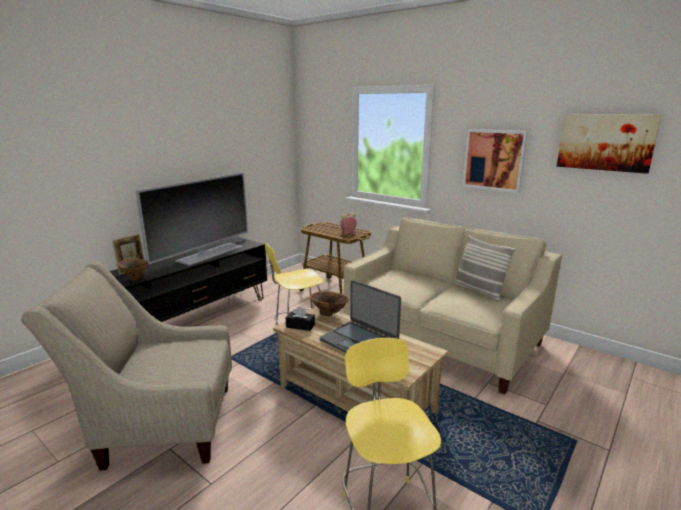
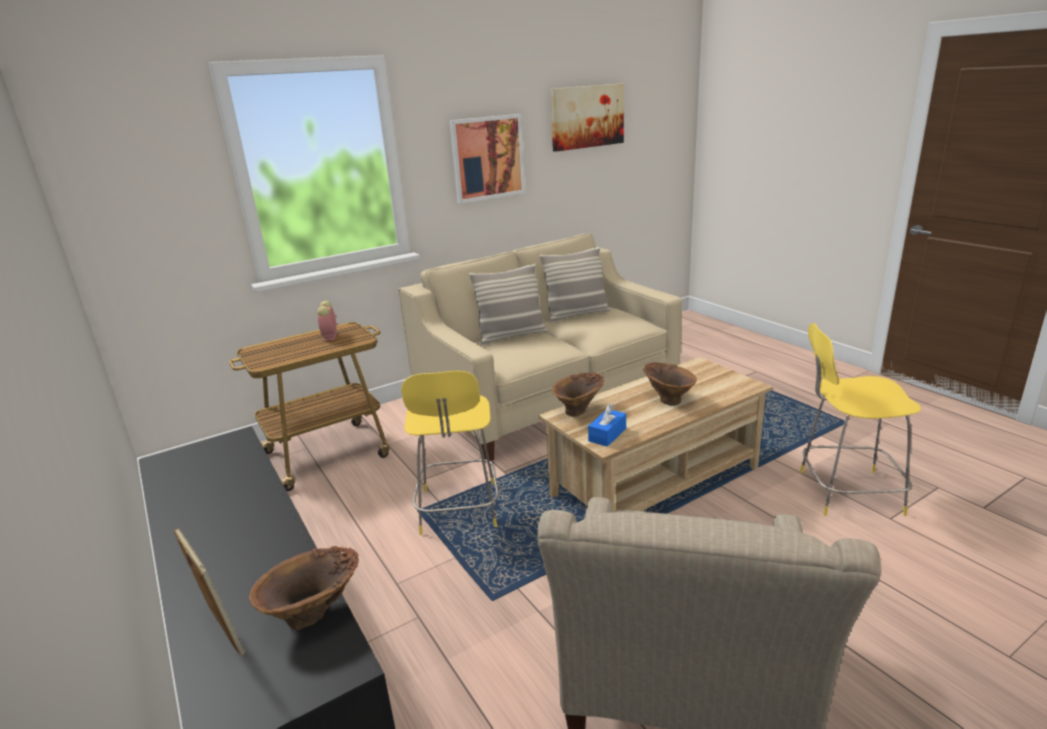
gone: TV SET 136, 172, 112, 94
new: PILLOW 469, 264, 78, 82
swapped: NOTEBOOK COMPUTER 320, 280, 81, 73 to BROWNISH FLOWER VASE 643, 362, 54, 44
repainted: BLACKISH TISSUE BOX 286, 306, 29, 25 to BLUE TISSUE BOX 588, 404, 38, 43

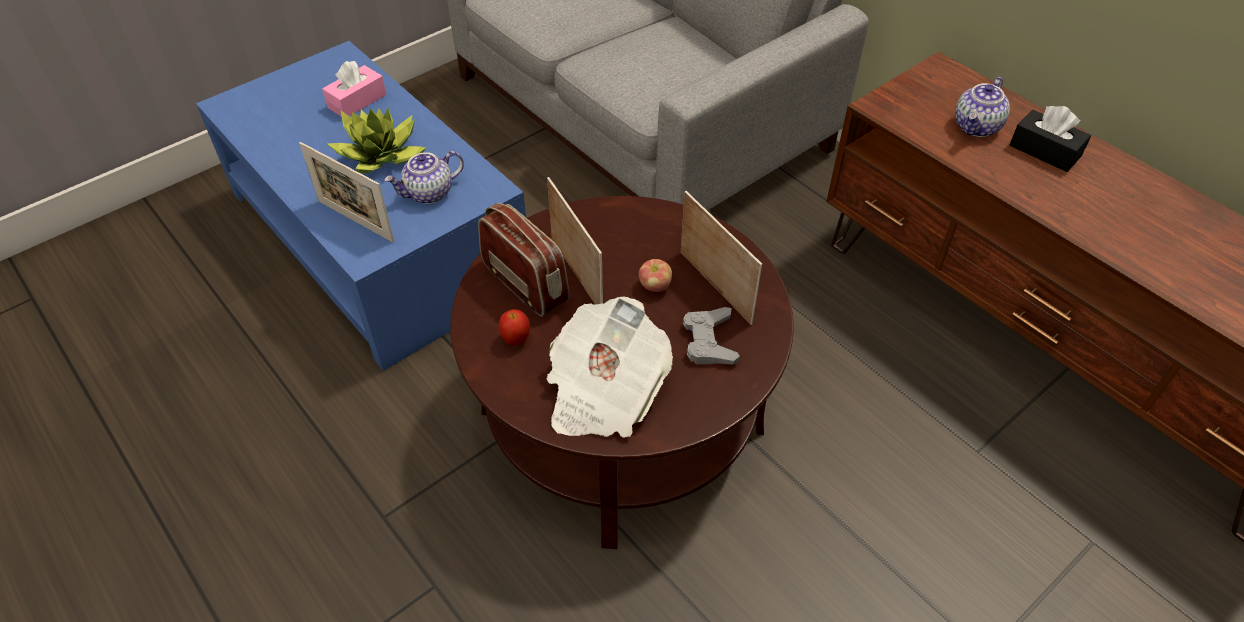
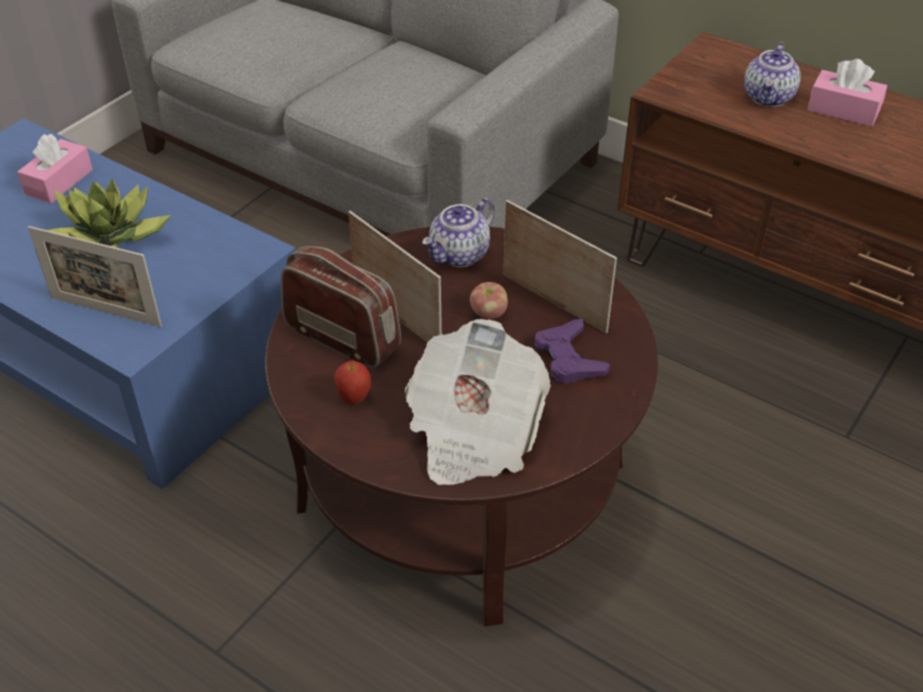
shifted: TEA POT 384, 151, 80, 53 to 422, 198, 73, 69
repainted: GREYISH GAMEPAD 683, 307, 57, 58 to PURPLE-COLOURED GAMEPAD 535, 319, 75, 65; BLACKISH TISSUE BOX 1010, 106, 81, 66 to PINK TISSUE BOX 807, 59, 80, 68

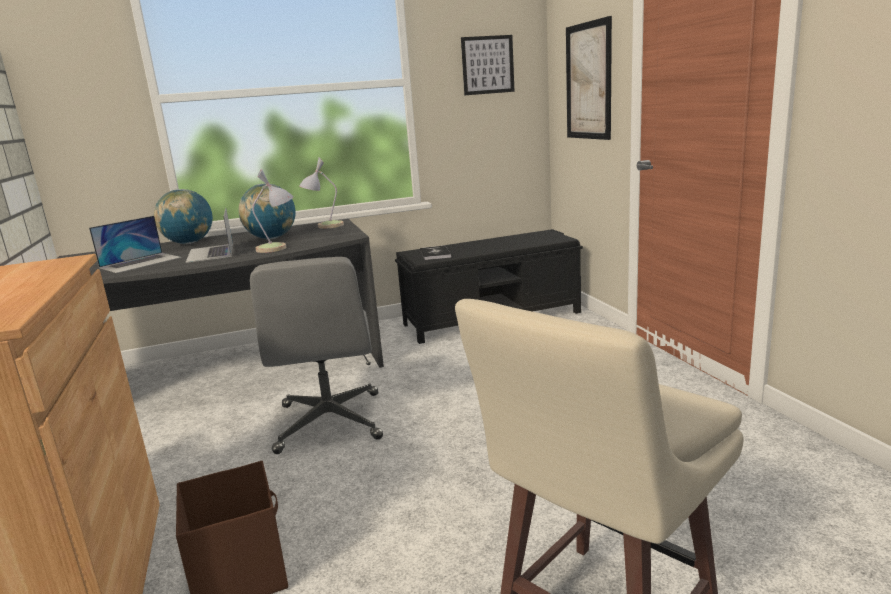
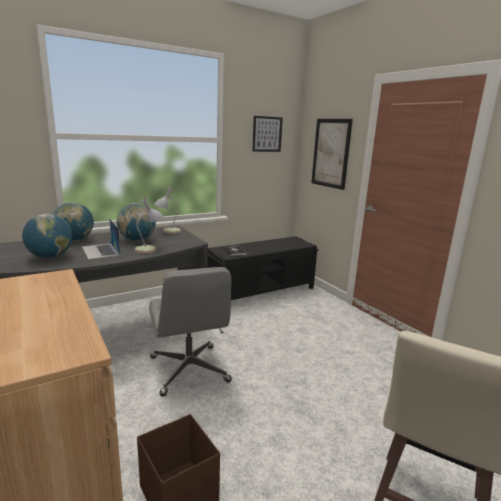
swapped: NOTEBOOK COMPUTER 89, 216, 93, 57 to GLOBE 22, 214, 50, 44

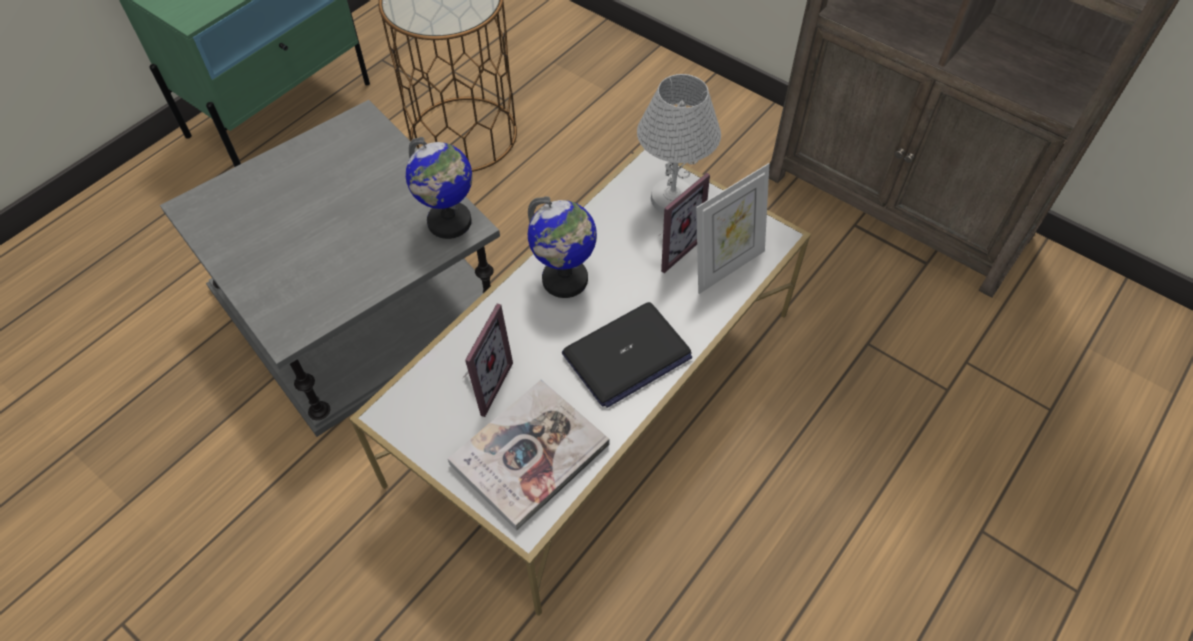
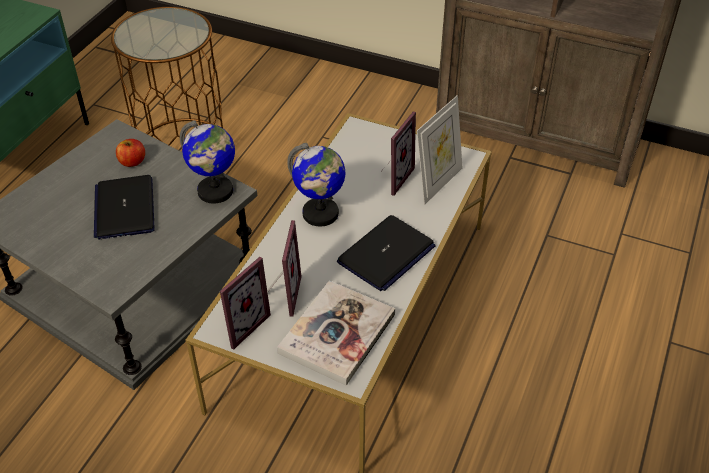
gone: WHITISH LAMP FOR A TABLE 637, 74, 84, 139
new: NOTEBOOK COMPUTER 94, 175, 61, 64; APPLE 116, 139, 29, 28; PHOTO FRAME 220, 257, 51, 93

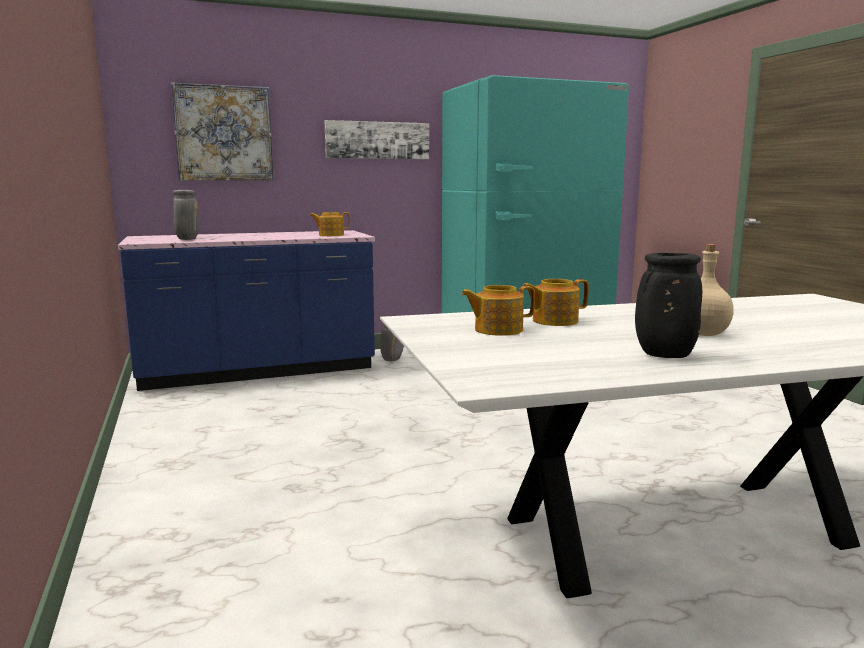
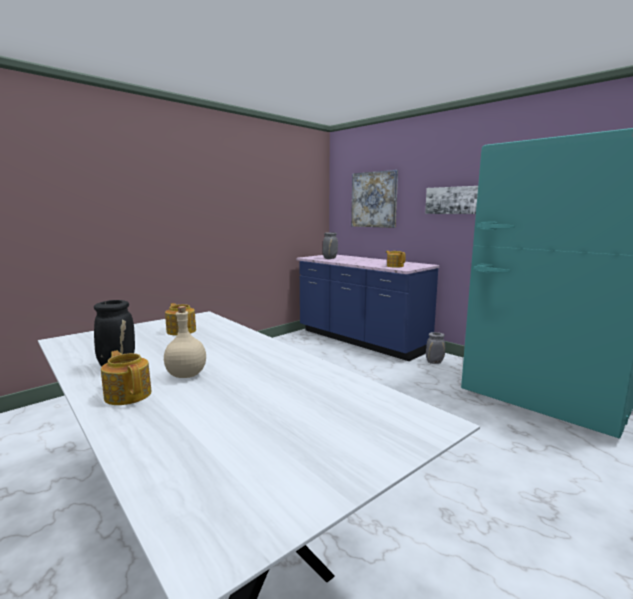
shifted: TEA POT 523, 279, 66, 47 to 101, 351, 50, 54

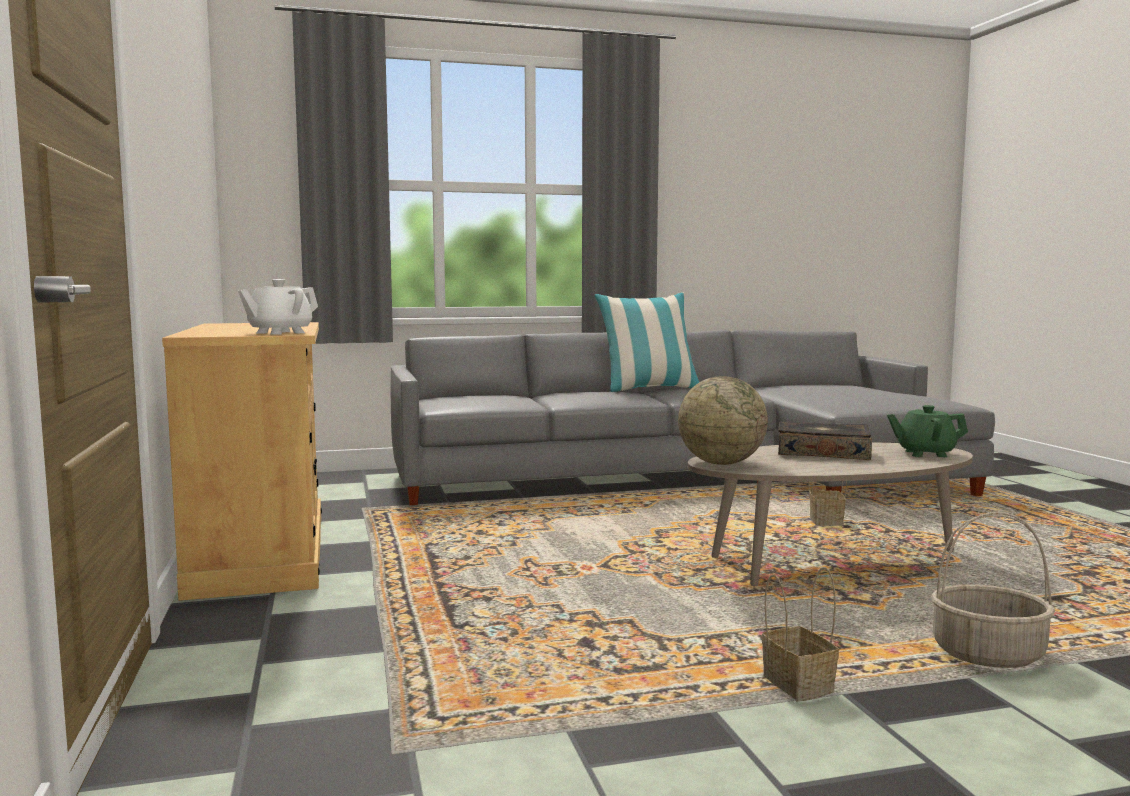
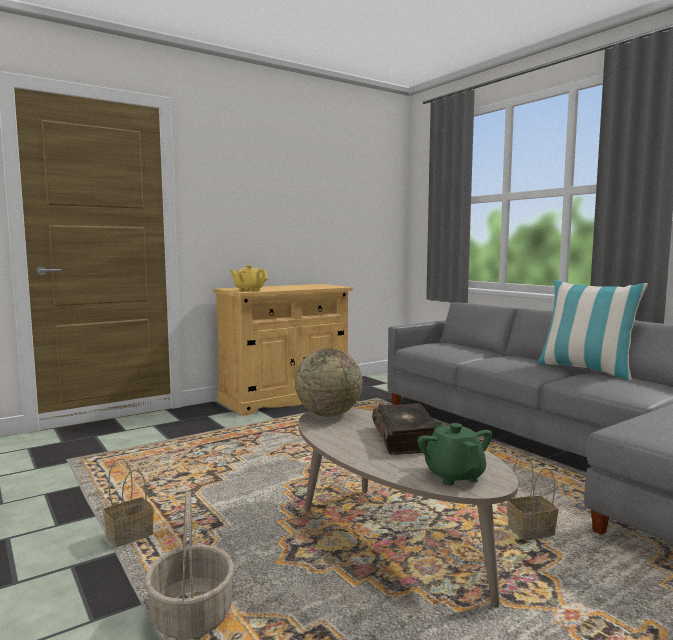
repainted: WHITISH TEA POT 238, 279, 80, 56 to YELLOW-COLOURED TEA POT 230, 265, 38, 27

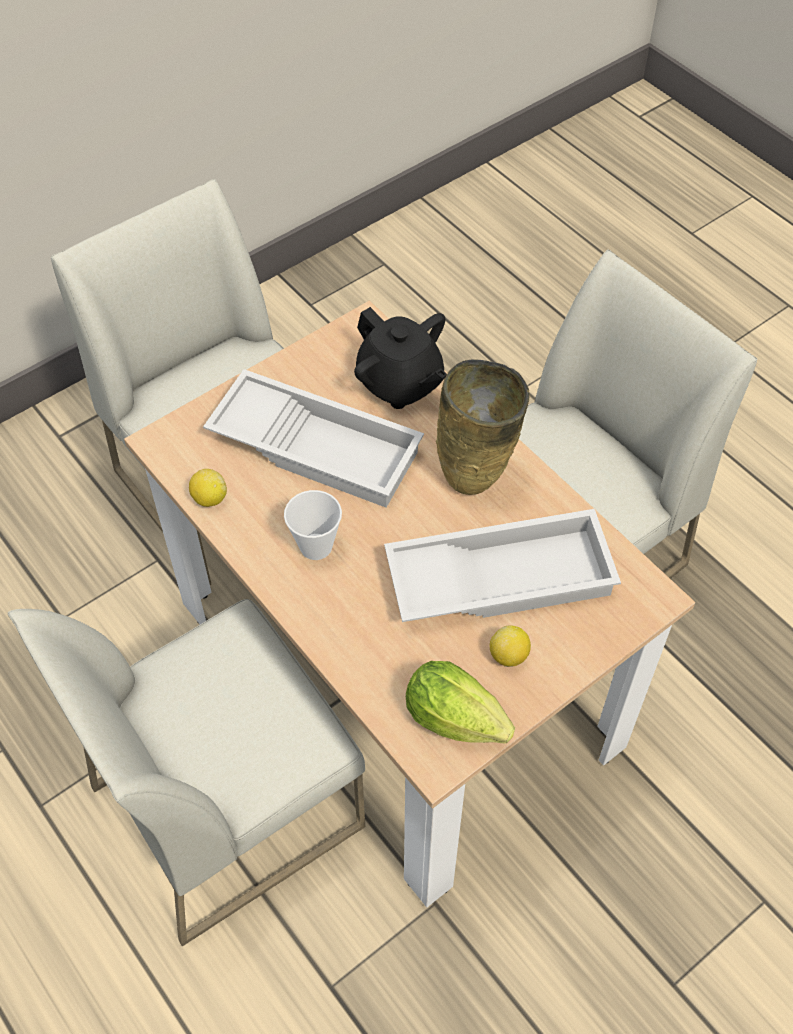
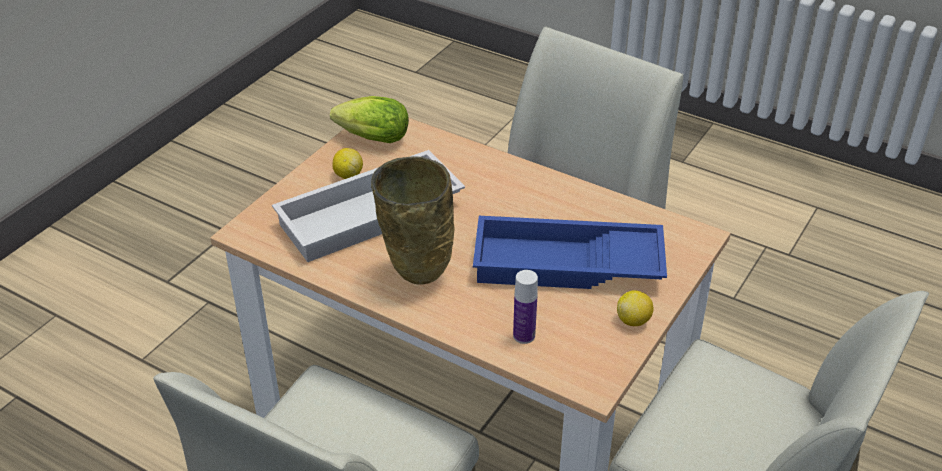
gone: DRINKING CUP 284, 490, 58, 70
shifted: CITRUS FRUIT 189, 469, 38, 38 to 617, 290, 37, 36
swapped: BLACKISH TEA POT 354, 307, 93, 102 to DRINK BOTTLE 513, 270, 25, 74
repainted: WHITISH TRAY 203, 369, 221, 139 to BLUE TRAY 473, 216, 194, 73

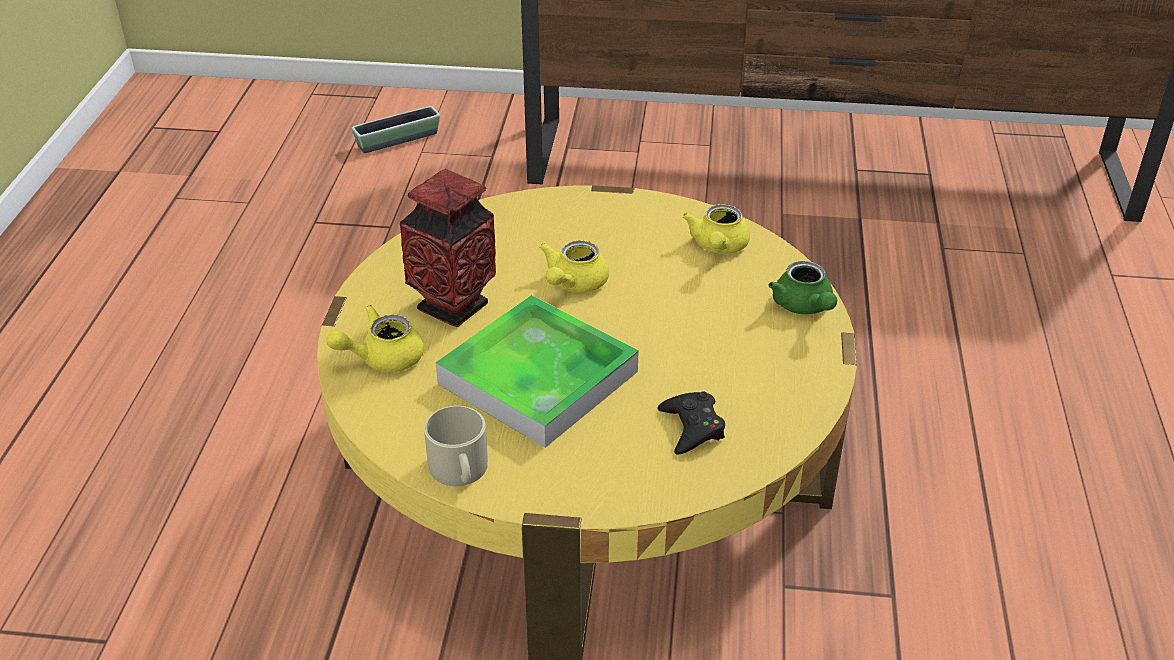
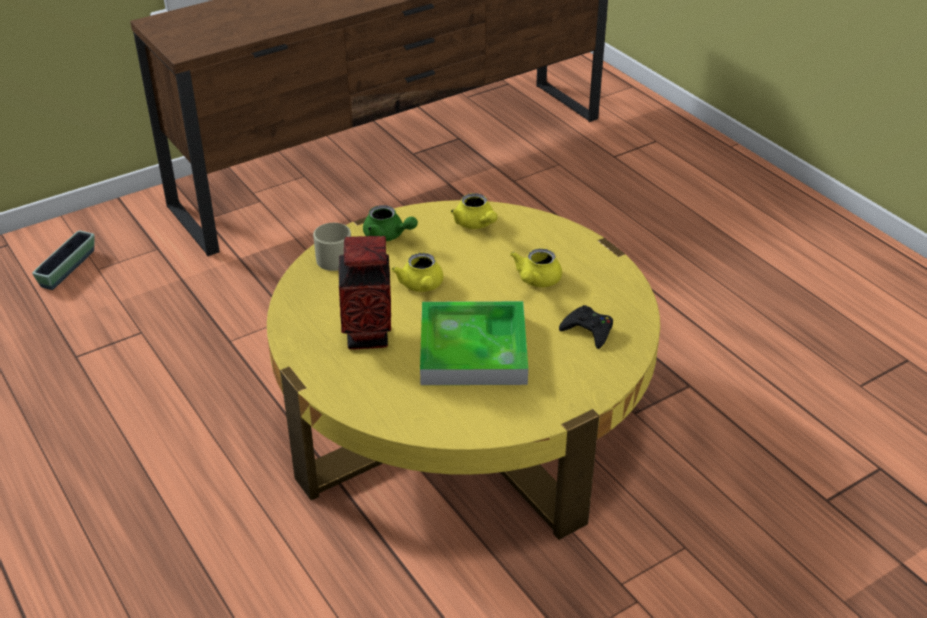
shifted: YELLOW-COLOURED TEA POT 326, 305, 98, 67 to 510, 248, 52, 39; SAND-COLOURED MUG 424, 406, 64, 80 to 313, 223, 38, 48; GREEN TEA POT 768, 261, 69, 53 to 363, 205, 55, 36

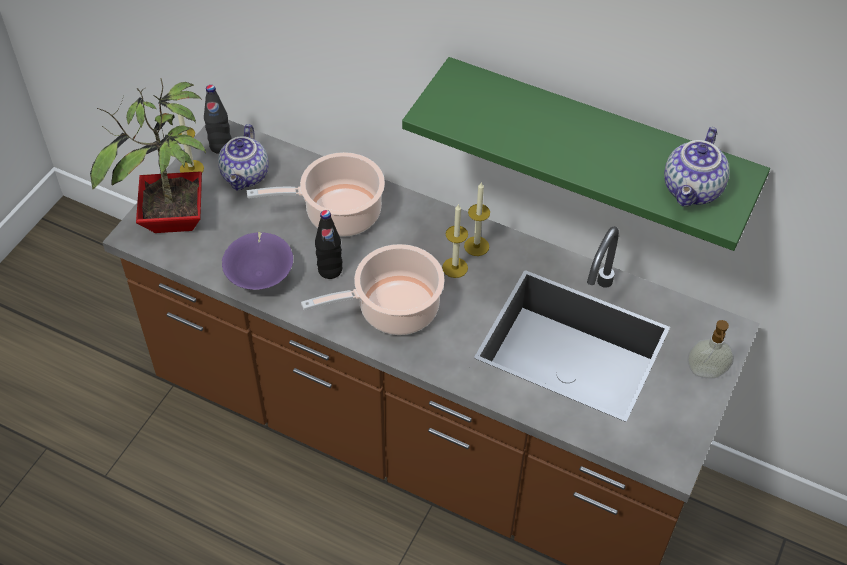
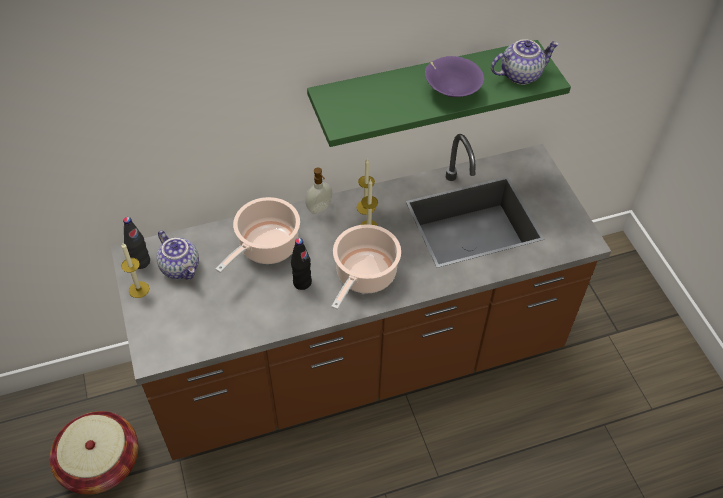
gone: PLANT IN A POT 90, 78, 116, 155
new: BASKET 50, 411, 89, 84
shifted: PURPLE-COLOURED SERVING BOWL 222, 232, 71, 58 to 425, 56, 59, 41; LIQUID SOAP BOTTLE 687, 320, 47, 58 to 305, 167, 28, 47
rotated: TEA POT 664, 127, 65, 80 = 491, 39, 68, 46 90 degrees counterclockwise

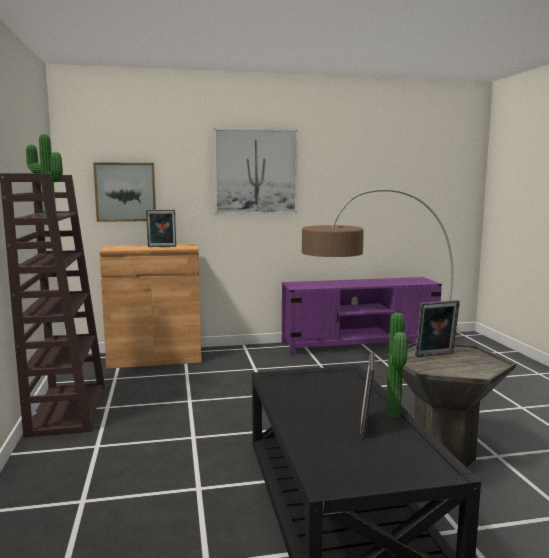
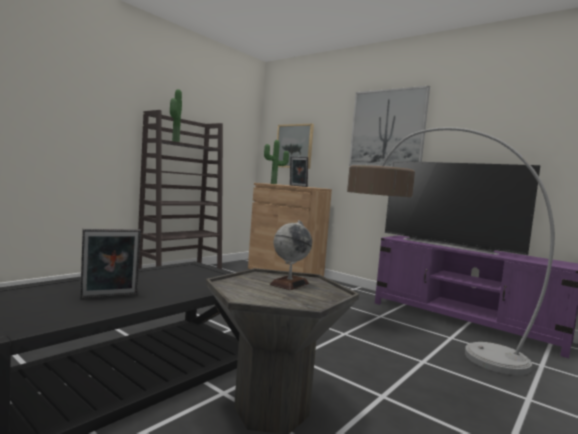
new: TV SET 385, 161, 156, 94
shifted: PLANT IN A POT 386, 313, 22, 105 to 264, 140, 25, 44
swapped: PHOTO FRAME 415, 300, 45, 57 to GLOBE 270, 220, 42, 70

